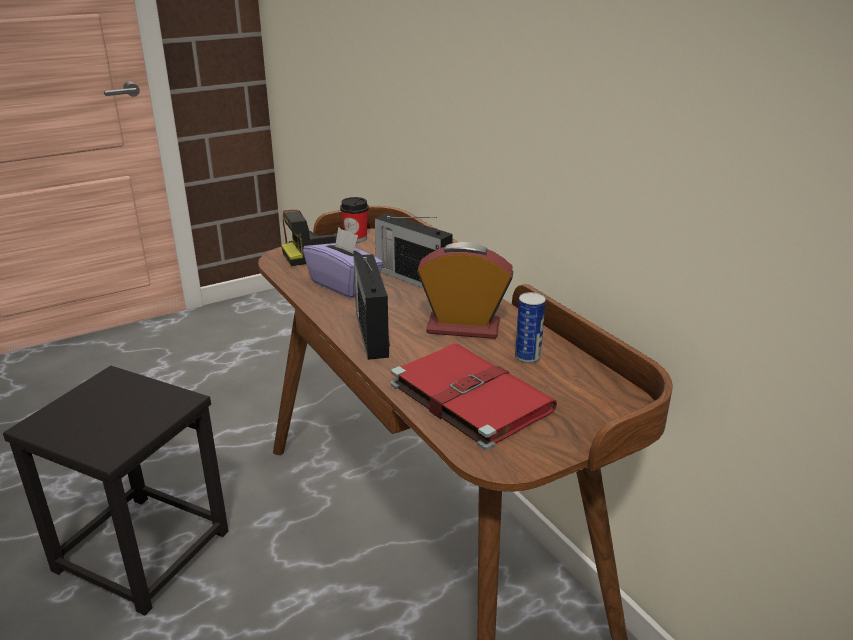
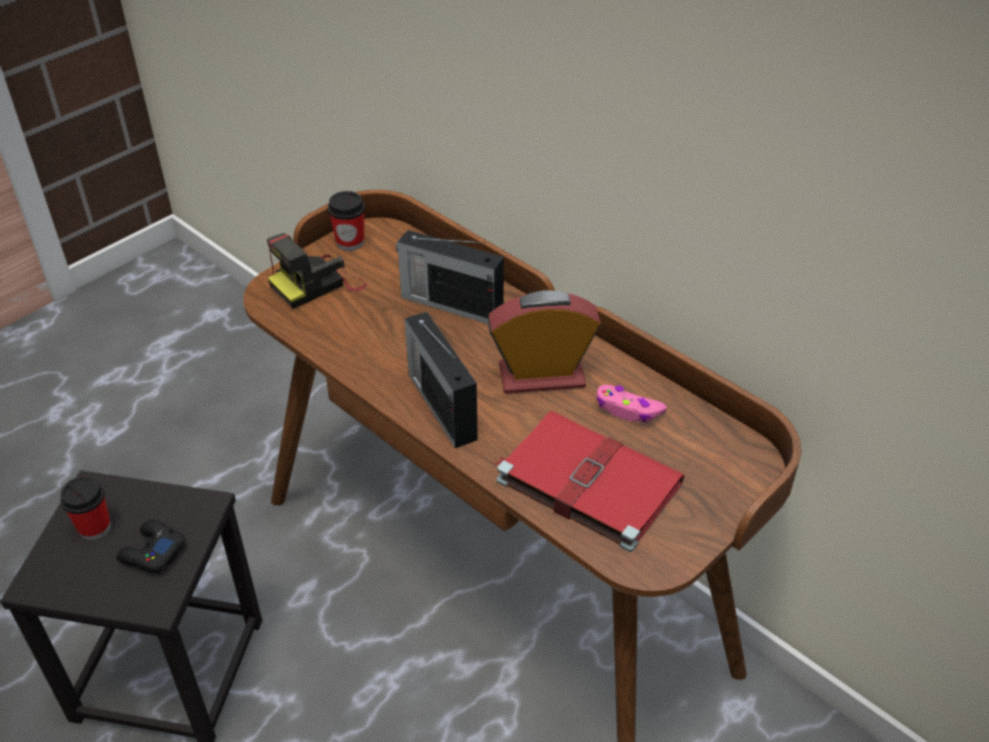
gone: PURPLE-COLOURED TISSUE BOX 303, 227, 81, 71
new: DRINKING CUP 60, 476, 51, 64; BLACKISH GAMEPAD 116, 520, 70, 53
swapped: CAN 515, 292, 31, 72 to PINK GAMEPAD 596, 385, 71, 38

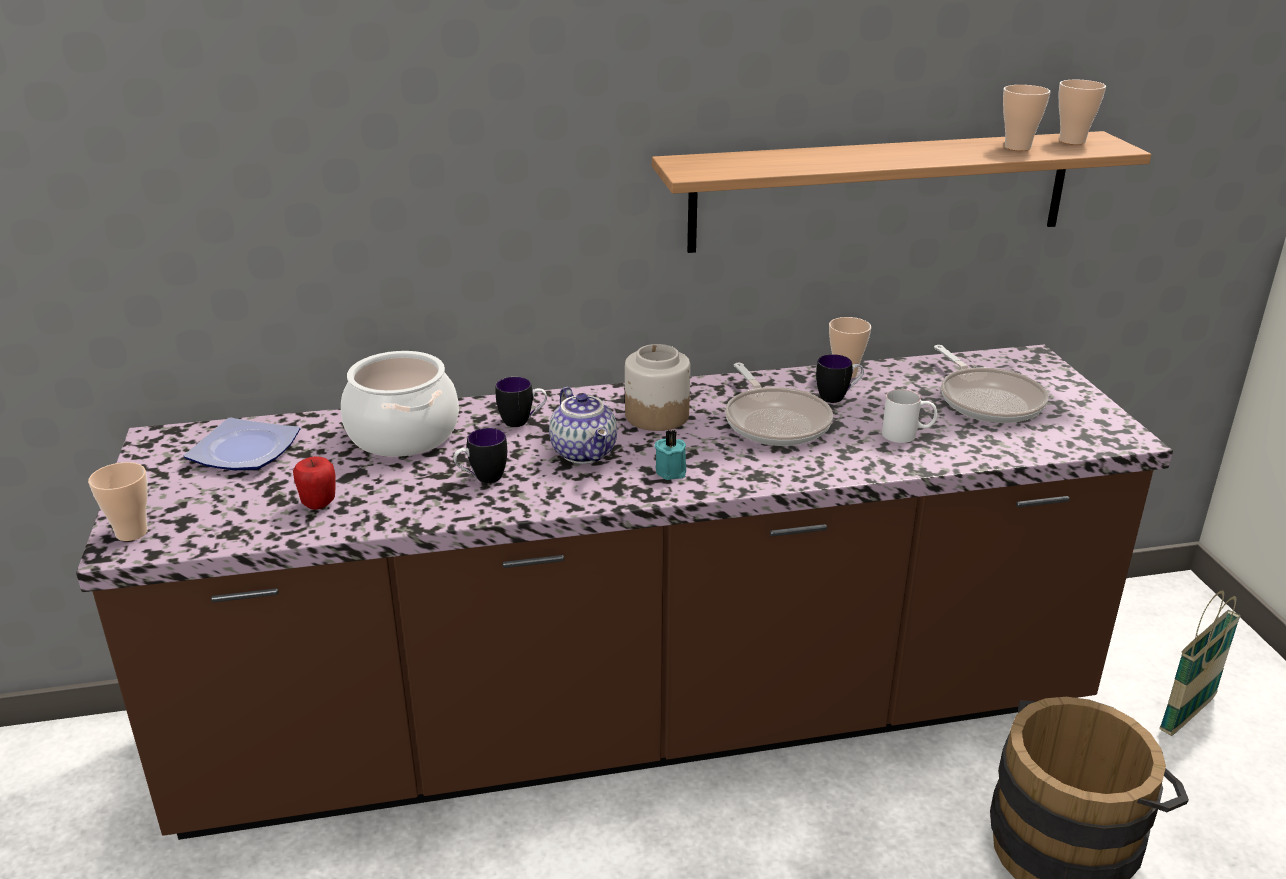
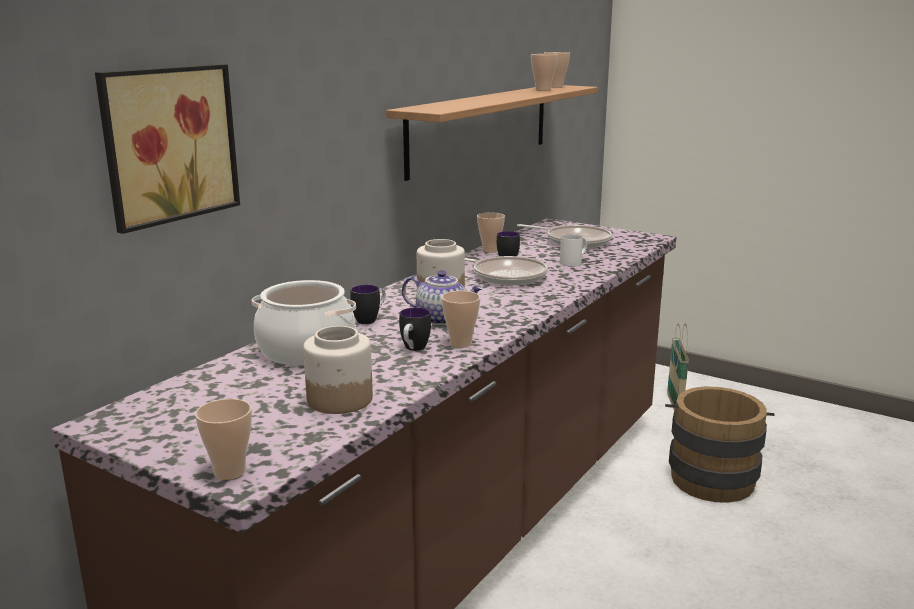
gone: DINNER PLATE 184, 418, 116, 52; TURQUOISE CANDLE 654, 430, 32, 50
new: WALL PICTURE 95, 64, 145, 170; DRINKING CUP 441, 291, 39, 57
swapped: APPLE 293, 456, 43, 54 to JAR 303, 326, 70, 88

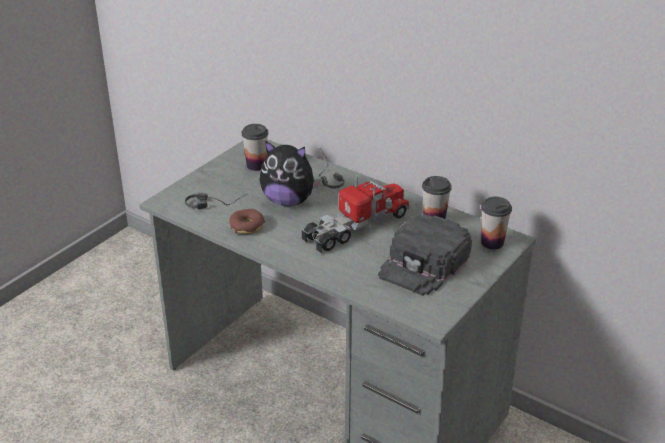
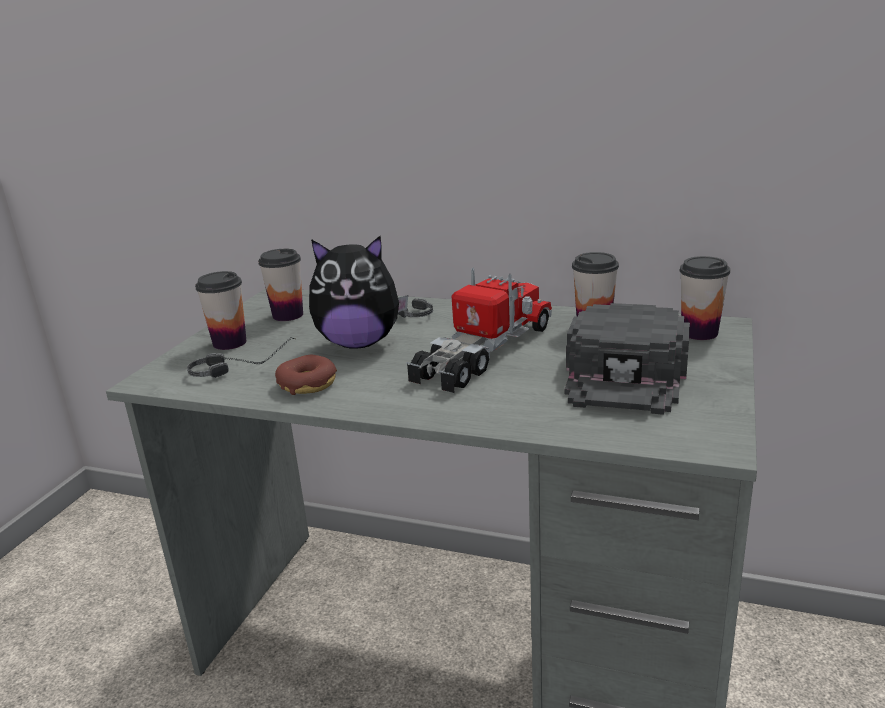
new: DRINKING CUP 195, 271, 51, 79

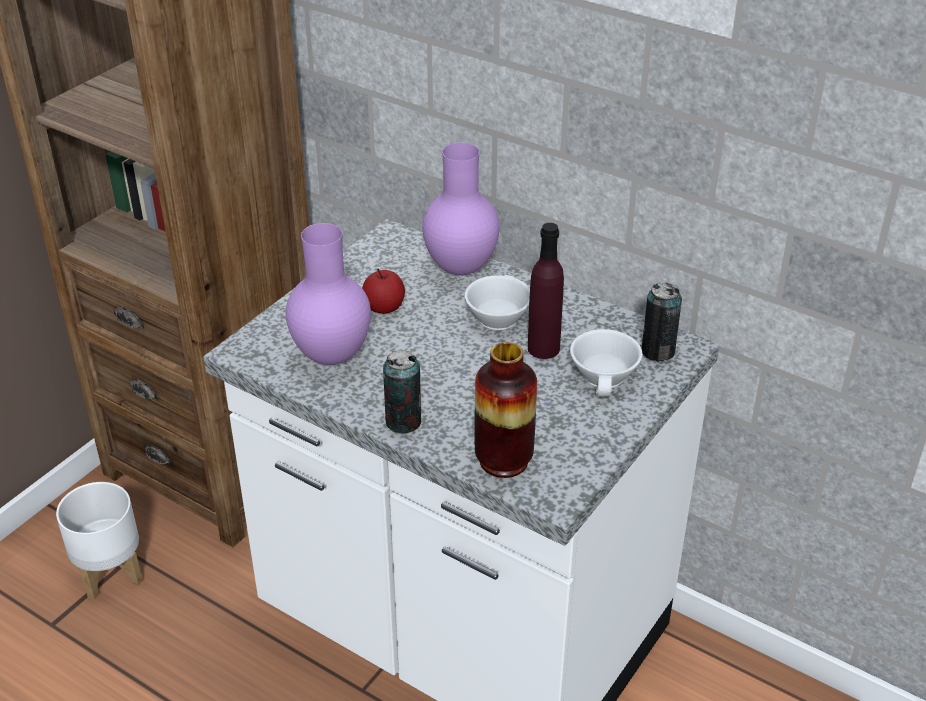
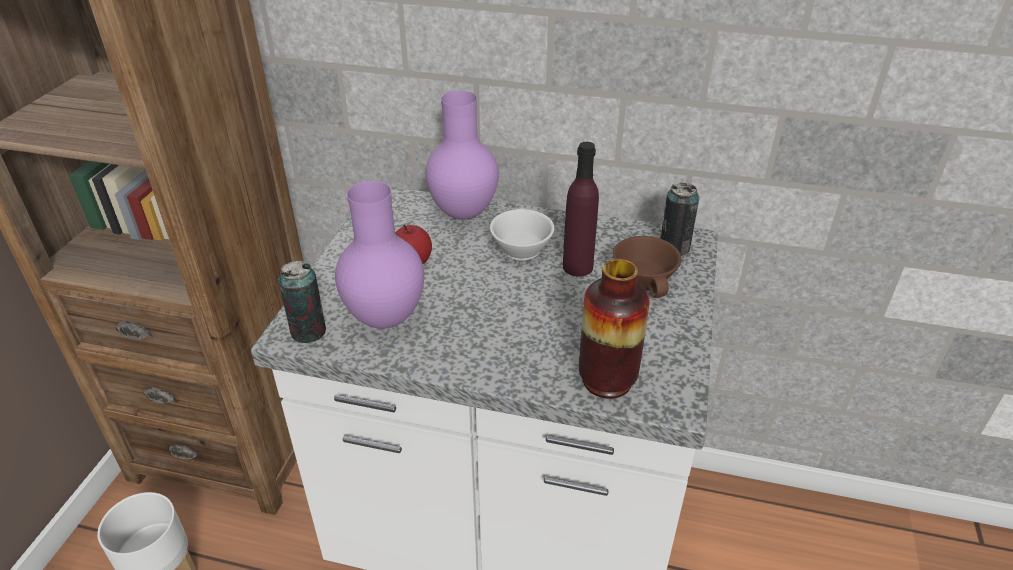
shifted: CAN 383, 350, 38, 84 to 278, 261, 48, 82
repainted: WHITISH DRINKING CUP 570, 329, 73, 68 to BROWNISH DRINKING CUP 613, 236, 69, 62

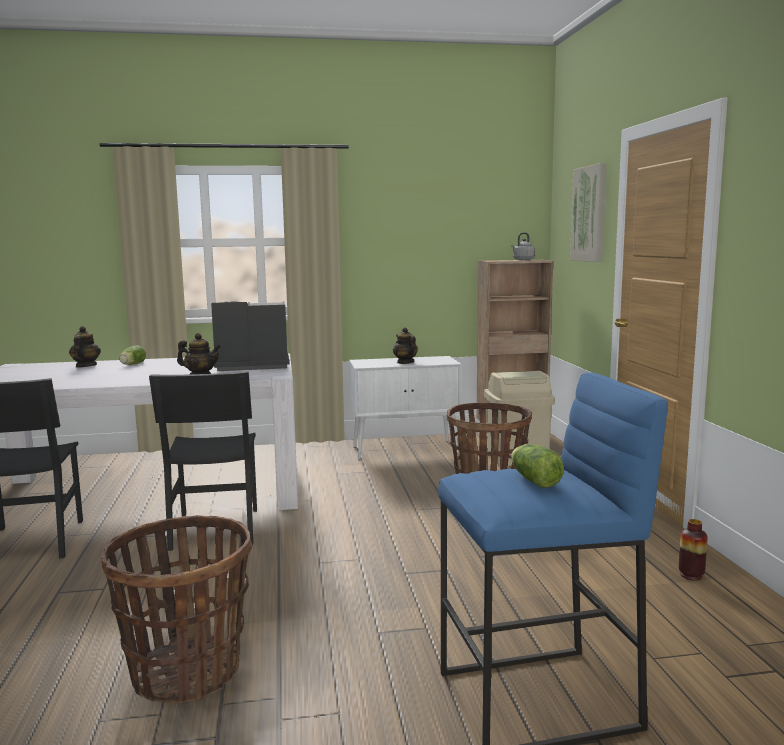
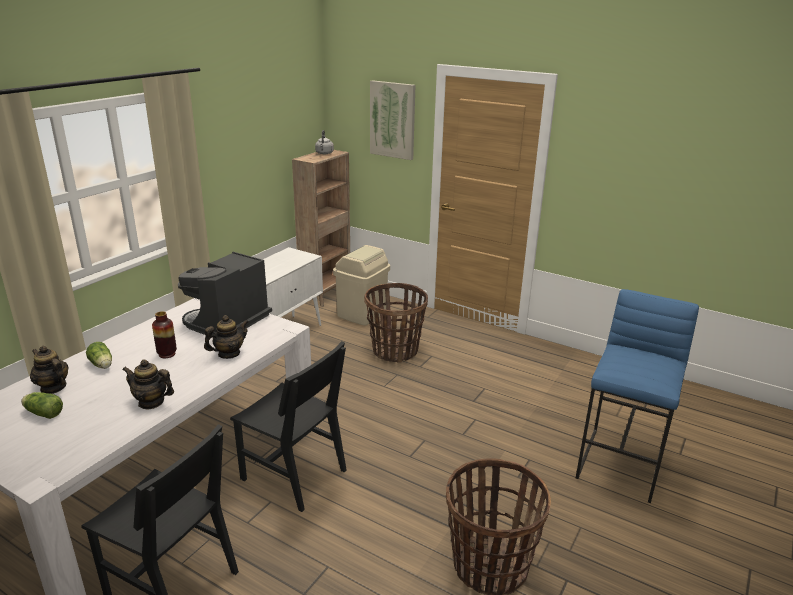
shifted: TEA POT 393, 327, 25, 37 to 122, 359, 52, 50; LETTUCE HEAD 511, 444, 53, 44 to 21, 392, 42, 27; FLOWER VASE 679, 519, 29, 62 to 152, 311, 25, 47

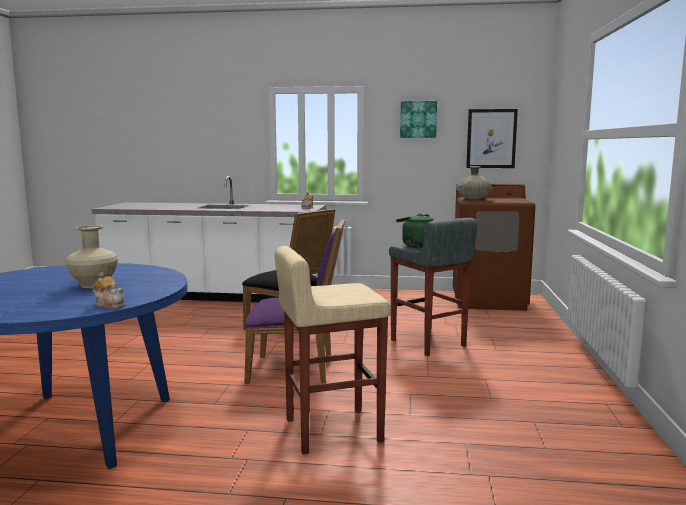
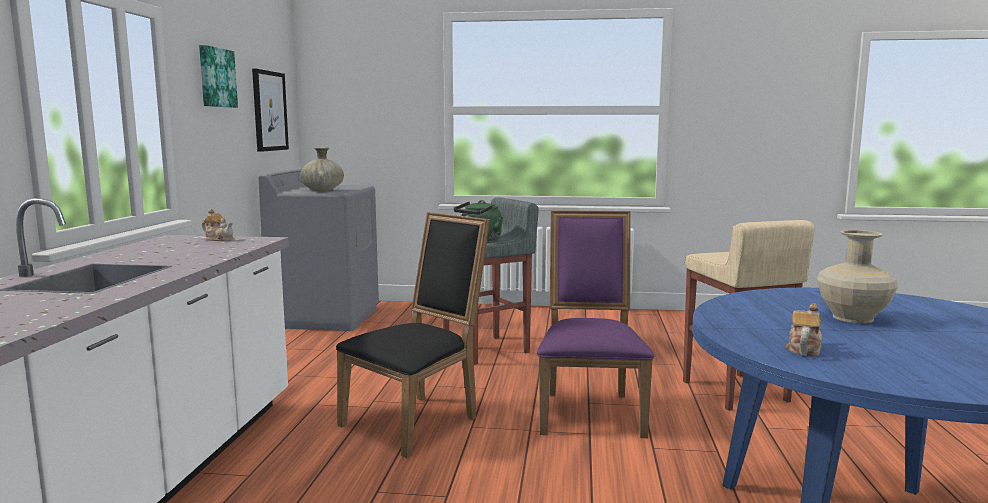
shifted: TEA POT 93, 272, 32, 37 to 786, 303, 37, 54
repainted: BROWNISH LAUNDRY APPLIANCE 453, 184, 83, 127 to GREYISH LAUNDRY APPLIANCE 258, 169, 121, 162

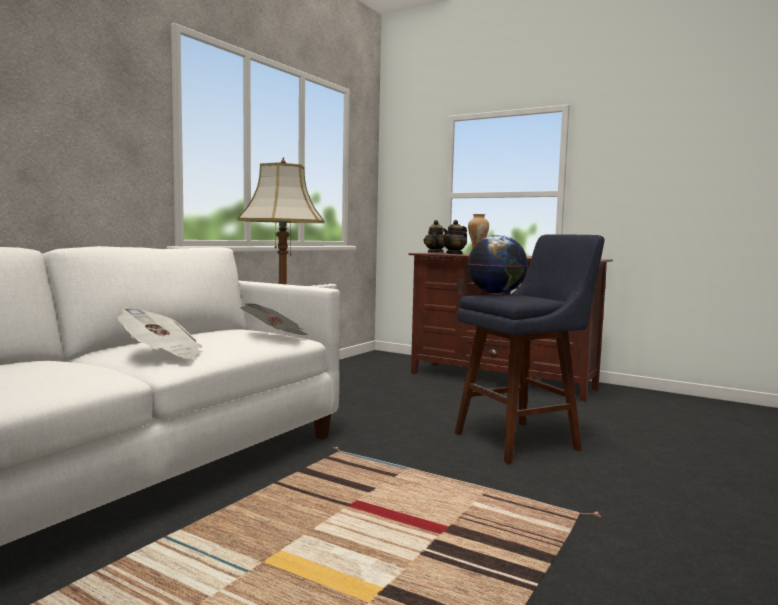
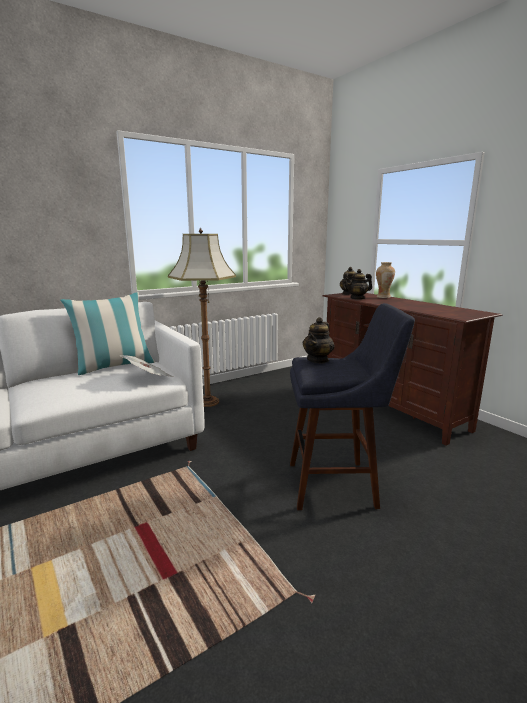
gone: NEWSPAPER 118, 307, 84, 52
new: PILLOW 60, 292, 95, 83
swapped: GLOBE 467, 235, 61, 59 to TEA POT 303, 317, 32, 47

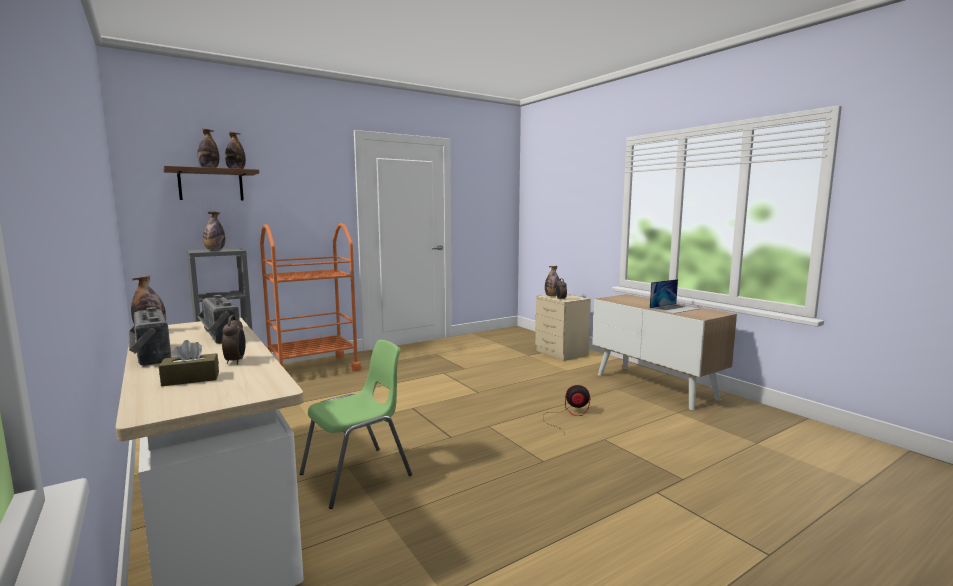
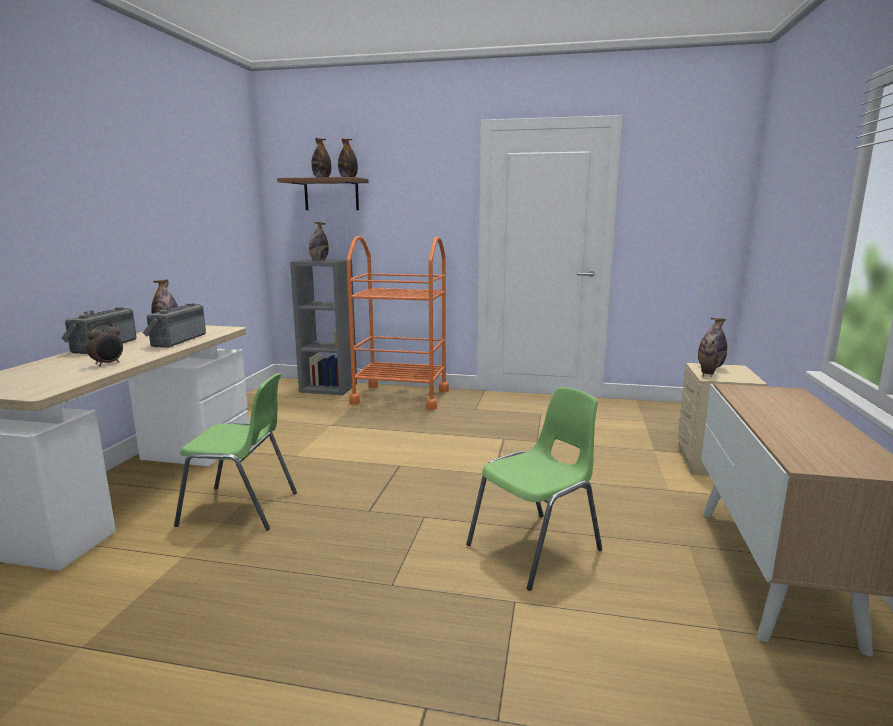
gone: BROWNISH TISSUE BOX 159, 340, 60, 46; NOTEBOOK COMPUTER 650, 279, 51, 35
swapped: ELECTRIC FAN 543, 385, 48, 46 to GREEN CHAIR 466, 387, 136, 204

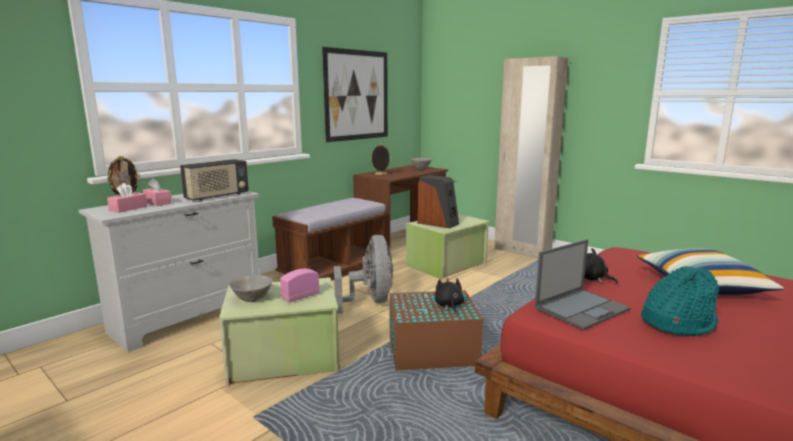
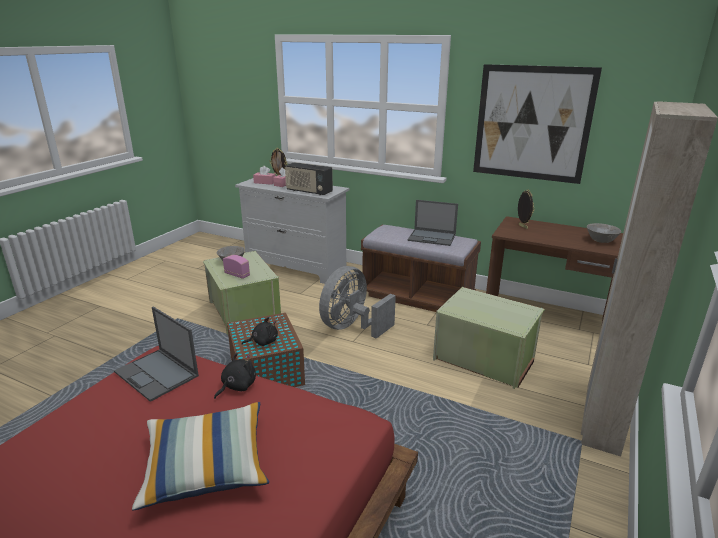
gone: AUDIO SPEAKER 417, 175, 42, 53; TURQUOISE WEARABLE HAT 641, 266, 78, 70
new: NOTEBOOK COMPUTER 408, 200, 50, 46
rotated: GREYISH ELECTRIC FAN 334, 235, 59, 79 = 319, 266, 77, 73 150 degrees clockwise

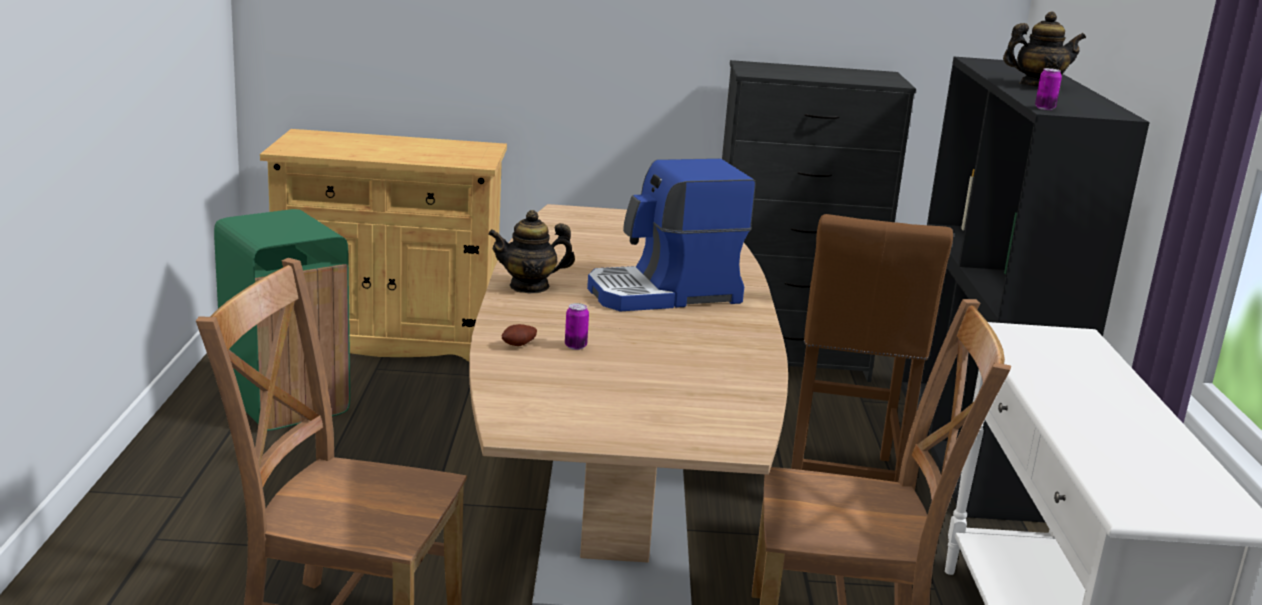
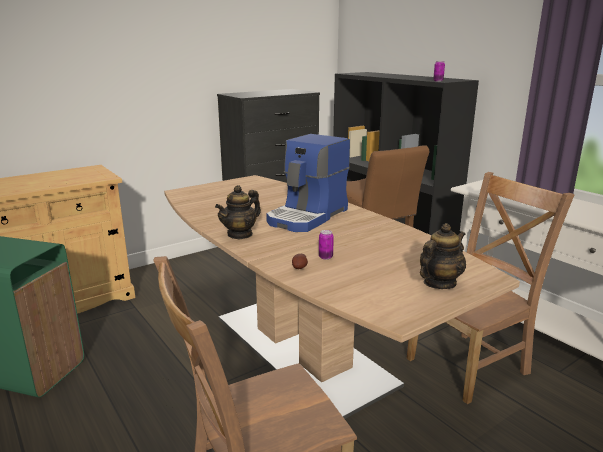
shifted: TEA POT 1003, 12, 83, 75 to 420, 223, 46, 66

